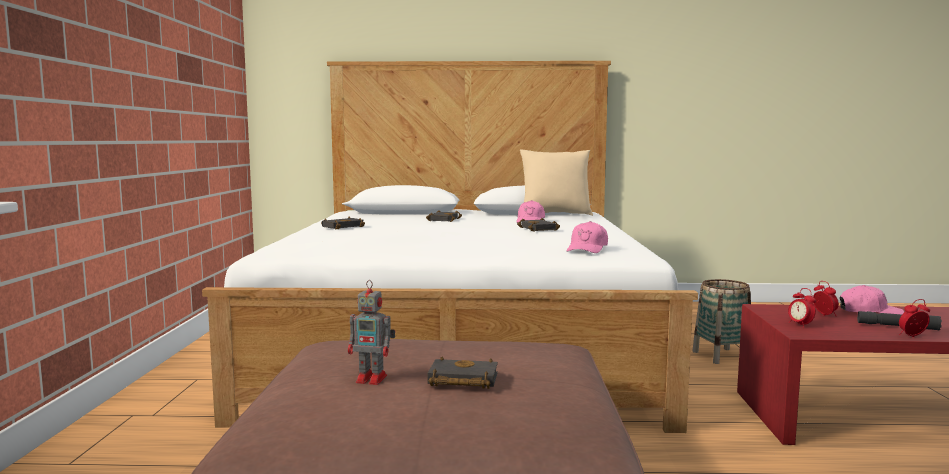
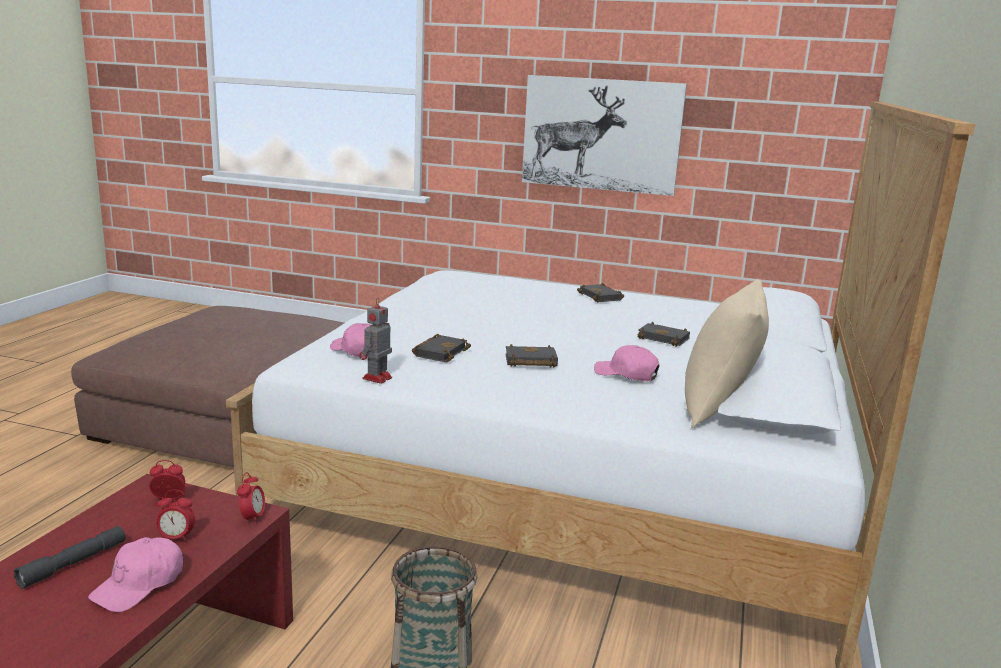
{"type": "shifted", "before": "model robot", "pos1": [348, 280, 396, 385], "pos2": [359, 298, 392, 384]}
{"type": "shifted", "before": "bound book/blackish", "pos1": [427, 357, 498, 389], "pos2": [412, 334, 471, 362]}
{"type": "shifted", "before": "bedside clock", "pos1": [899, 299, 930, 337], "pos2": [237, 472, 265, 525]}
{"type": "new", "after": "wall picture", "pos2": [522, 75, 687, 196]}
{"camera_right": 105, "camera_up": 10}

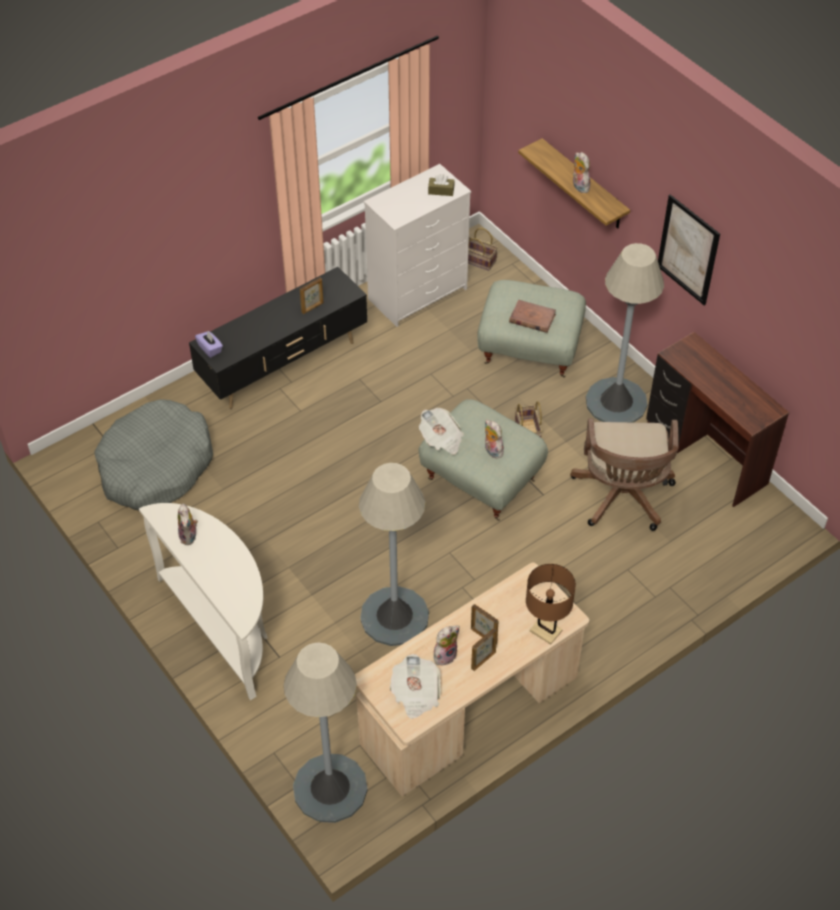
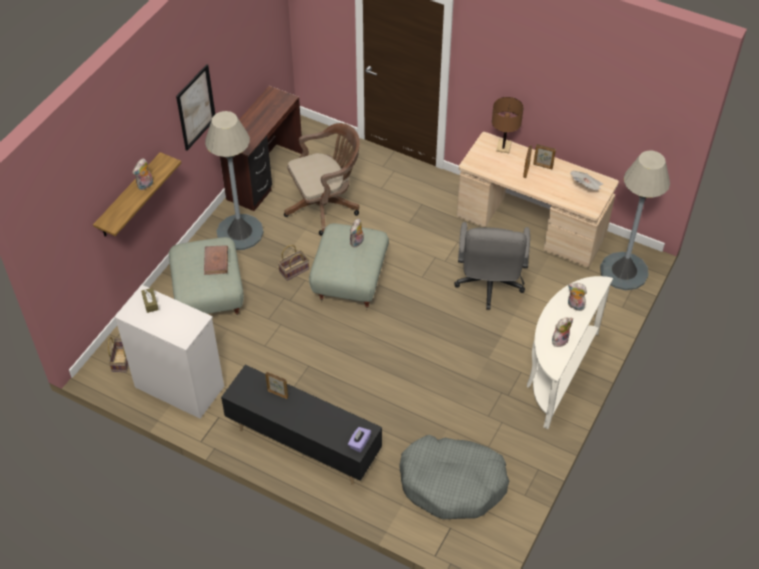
{"type": "swapped", "before": "standing lamp/gray", "after": "office chair/gray", "pos1": [359, 463, 429, 646], "pos2": [454, 222, 530, 310]}
{"type": "gone", "before": "newspaper", "pos1": [419, 408, 464, 455]}
{"type": "shifted", "before": "plush toy", "pos1": [434, 625, 460, 665], "pos2": [568, 283, 587, 311]}
{"camera_right": -115, "camera_up": 0}

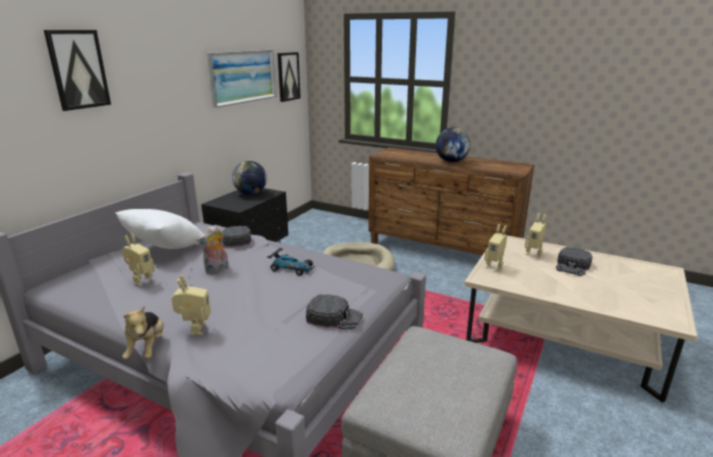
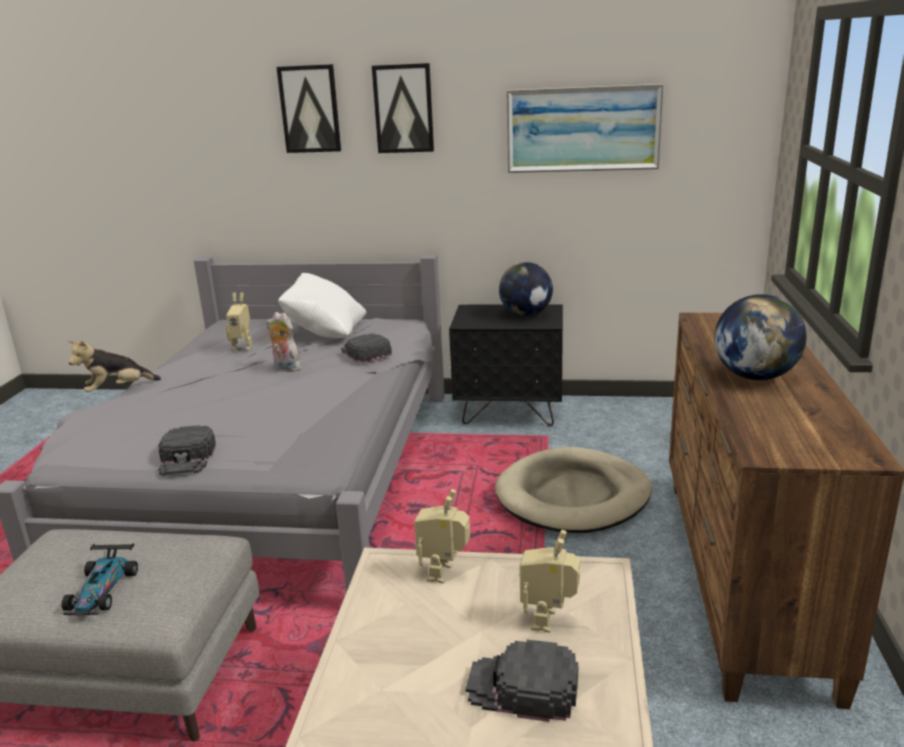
{"type": "gone", "before": "model robot", "pos1": [171, 275, 211, 336]}
{"type": "shifted", "before": "toy car", "pos1": [267, 248, 315, 276], "pos2": [62, 543, 138, 615]}
{"type": "shifted", "before": "wall picture", "pos1": [277, 52, 301, 102], "pos2": [372, 63, 434, 153]}
{"camera_right": 70, "camera_up": 0}

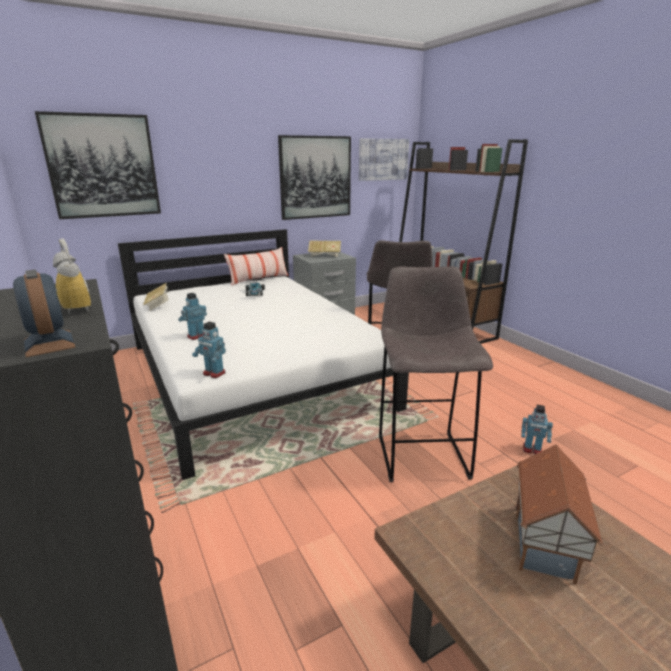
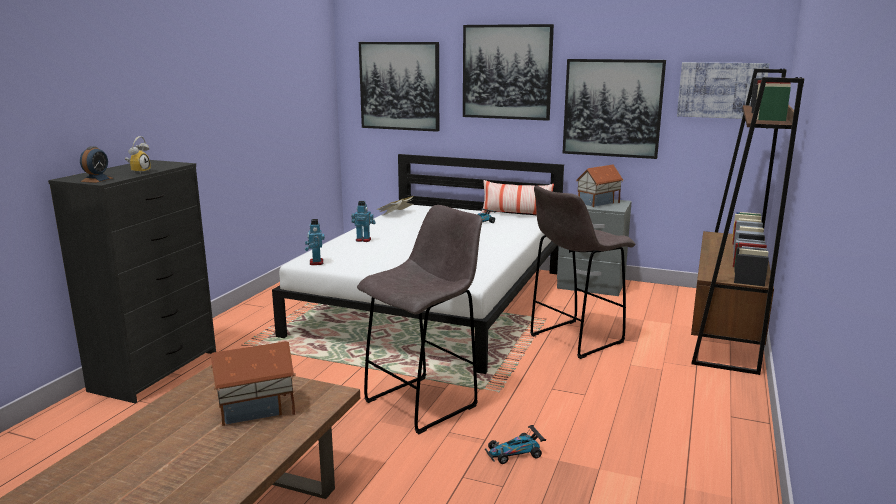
{"type": "swapped", "before": "bound book", "after": "miniature house", "pos1": [308, 240, 341, 257], "pos2": [576, 164, 624, 207]}
{"type": "swapped", "before": "model robot", "after": "toy car", "pos1": [521, 405, 553, 454], "pos2": [485, 425, 546, 464]}
{"type": "new", "after": "wall picture", "pos2": [463, 24, 554, 121]}
{"camera_right": 50, "camera_up": -5}

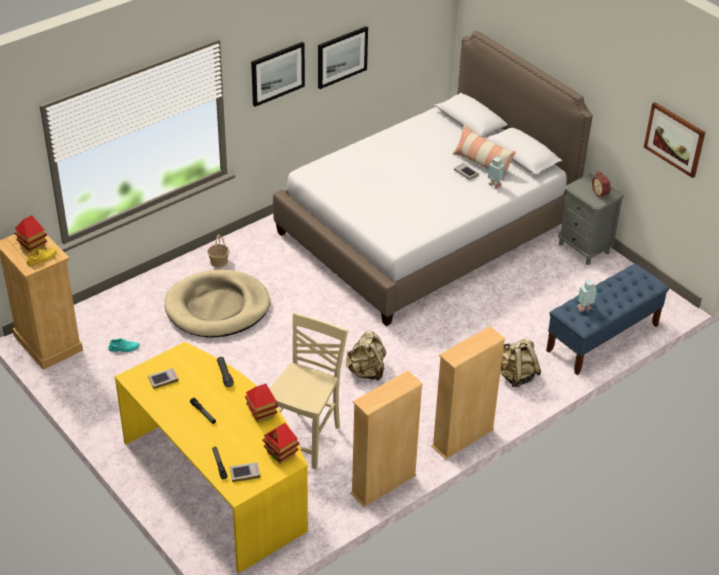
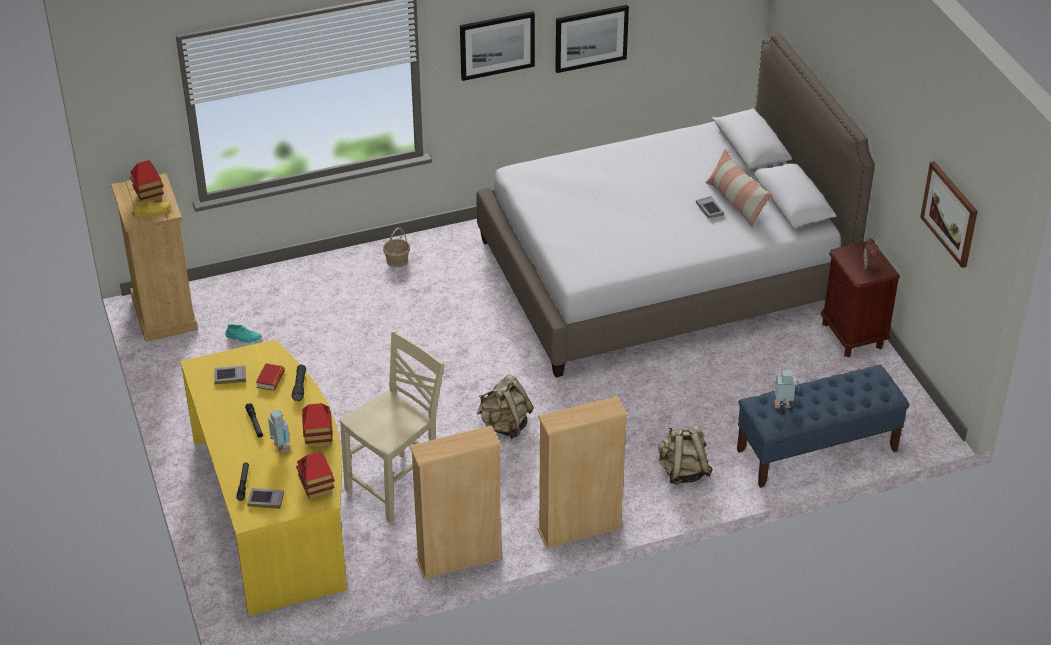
{"type": "gone", "before": "pet bed/beige-coloured", "pos1": [164, 269, 270, 338]}
{"type": "shifted", "before": "model robot", "pos1": [487, 157, 505, 189], "pos2": [268, 409, 291, 454]}
{"type": "repainted", "before": "night table/gray", "after": "night table/brownish", "pos1": [558, 173, 624, 265], "pos2": [821, 241, 900, 357]}
{"type": "new", "after": "bound book", "pos2": [256, 363, 285, 391]}
{"camera_right": 20, "camera_up": 0}

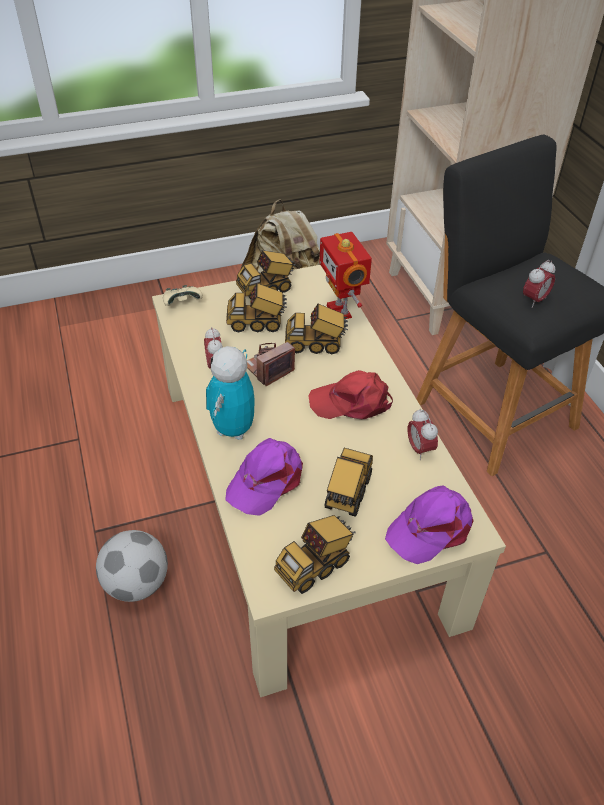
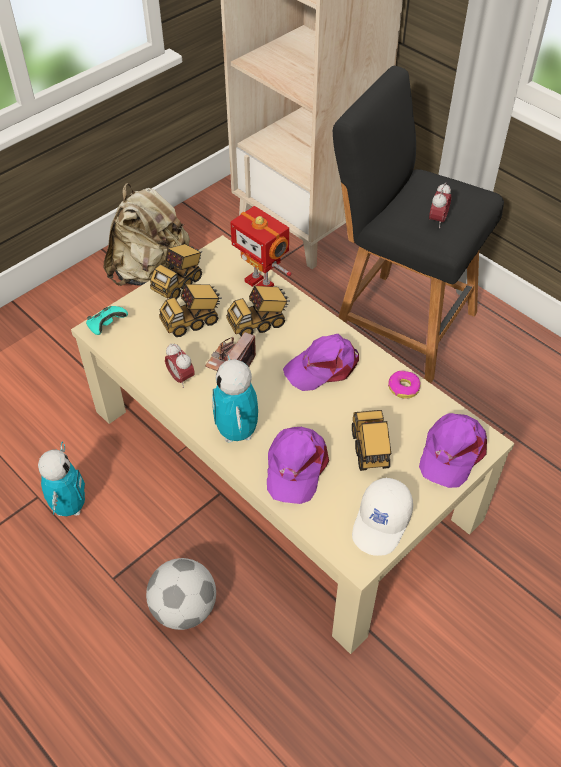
{"type": "repainted", "before": "joypad/beige-coloured", "after": "joypad/turquoise", "pos1": [163, 285, 203, 306], "pos2": [86, 306, 128, 335]}
{"type": "swapped", "before": "toy truck", "after": "cap/white-coloured", "pos1": [274, 515, 355, 594], "pos2": [352, 478, 413, 556]}
{"type": "repainted", "before": "cap/red", "after": "cap/purple", "pos1": [308, 370, 393, 419], "pos2": [283, 334, 359, 391]}
{"type": "swapped", "before": "bedside clock", "after": "doughnut", "pos1": [407, 409, 438, 460], "pos2": [388, 371, 421, 399]}
{"type": "new", "after": "model robot", "pos2": [38, 442, 85, 516]}
{"camera_right": -25, "camera_up": 5}

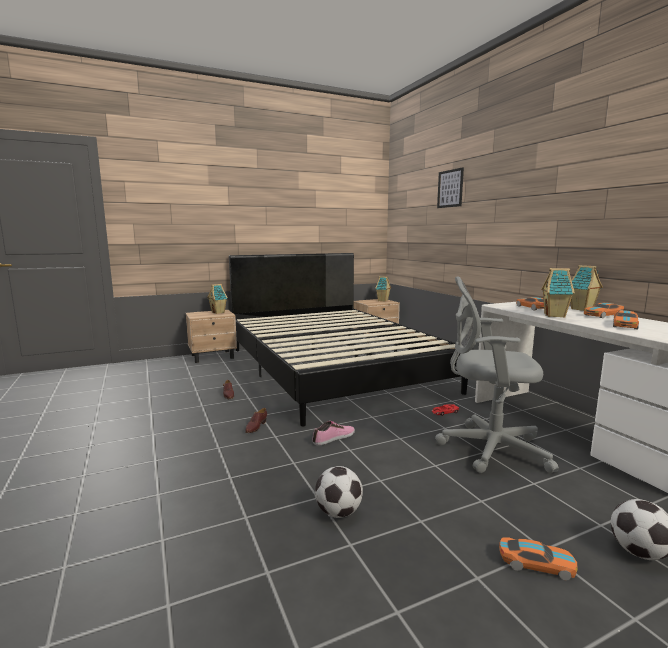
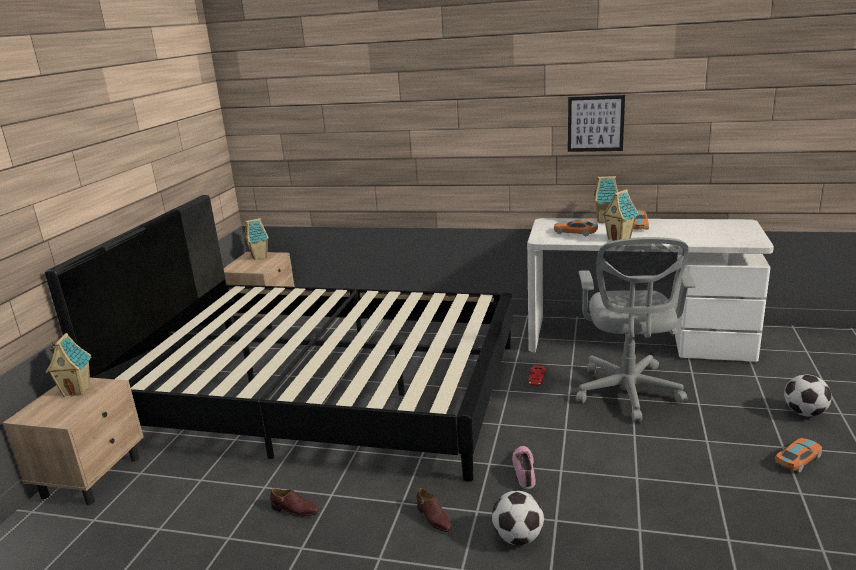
{"type": "shifted", "before": "football ball", "pos1": [315, 466, 363, 518], "pos2": [492, 491, 544, 545]}
{"type": "rotated", "before": "office chair/gray", "pos1": [436, 276, 559, 473], "pos2": [576, 237, 696, 422], "turn": -45}
{"type": "shifted", "before": "wall picture", "pos1": [437, 167, 464, 208], "pos2": [568, 95, 625, 152]}
{"type": "gone", "before": "toy car", "pos1": [613, 310, 639, 329]}
{"camera_right": -50, "camera_up": 10}

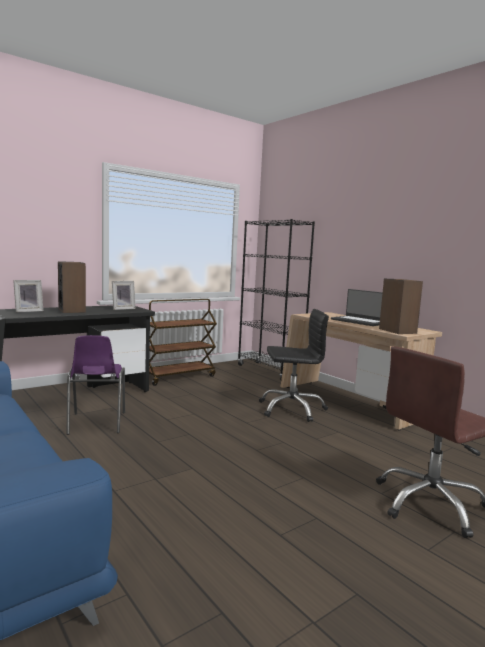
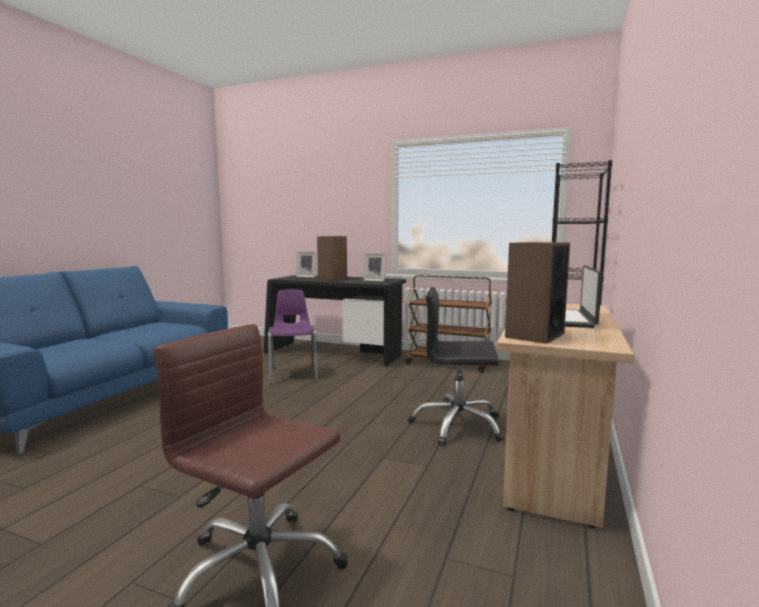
{"type": "rotated", "before": "chair/purple", "pos1": [66, 335, 125, 435], "pos2": [268, 289, 318, 384], "turn": 120}
{"type": "rotated", "before": "office chair/blackish", "pos1": [259, 309, 329, 422], "pos2": [408, 287, 504, 446], "turn": 135}
{"camera_right": 60, "camera_up": 0}

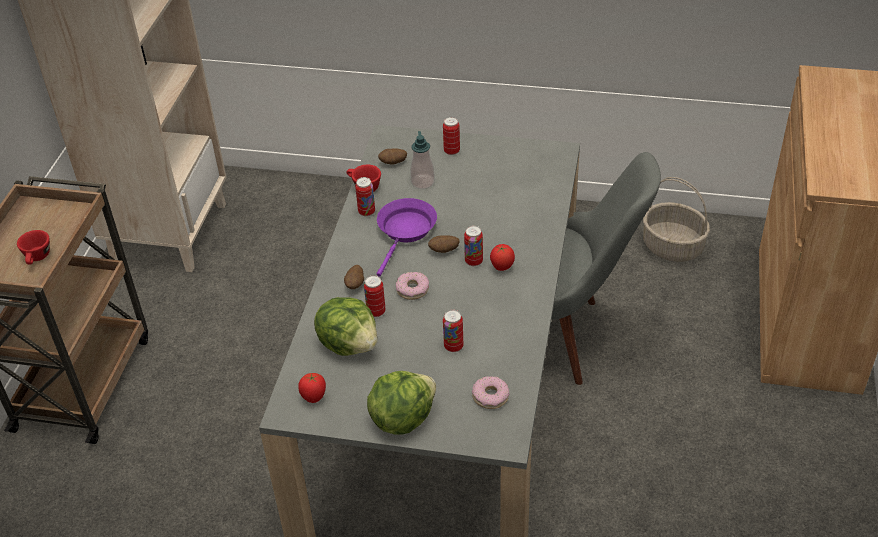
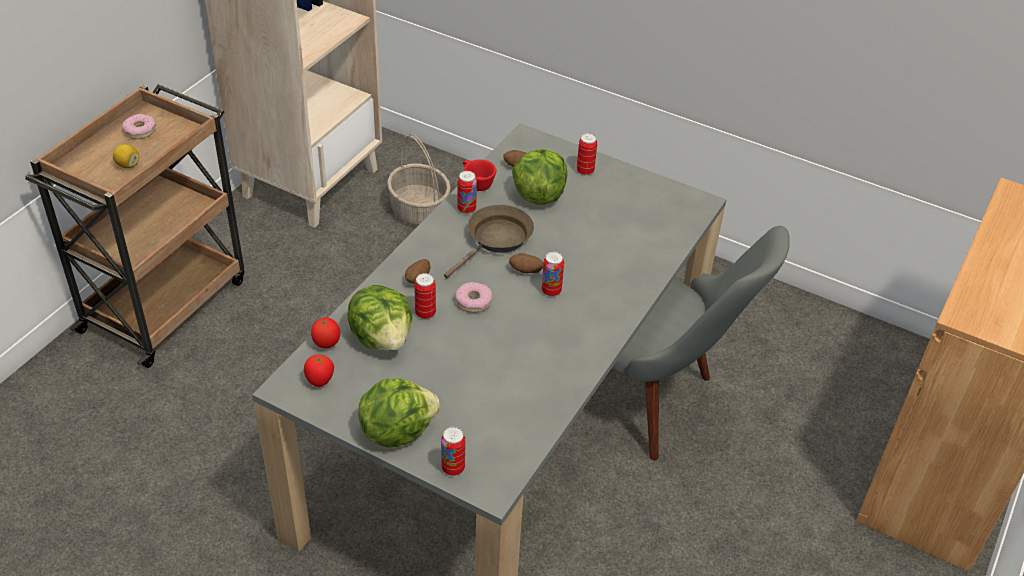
{"type": "swapped", "before": "cup/red", "after": "citrus fruit", "pos1": [17, 230, 50, 265], "pos2": [113, 144, 139, 168]}
{"type": "repainted", "before": "frying pan/purple", "after": "frying pan/brownish", "pos1": [377, 198, 437, 276], "pos2": [444, 205, 534, 278]}
{"type": "swapped", "before": "liquid soap bottle", "after": "head of lettuce", "pos1": [410, 131, 435, 189], "pos2": [512, 149, 567, 205]}
{"type": "shifted", "before": "can", "pos1": [443, 310, 463, 352], "pos2": [441, 427, 465, 476]}
{"type": "shifted", "before": "doughnut", "pos1": [472, 376, 510, 409], "pos2": [122, 114, 156, 139]}
{"type": "shifted", "before": "fresh tomato", "pos1": [490, 244, 515, 271], "pos2": [311, 318, 340, 348]}
{"type": "shifted", "before": "storage basket", "pos1": [643, 177, 710, 262], "pos2": [387, 134, 451, 226]}
{"camera_right": 15, "camera_up": 0}

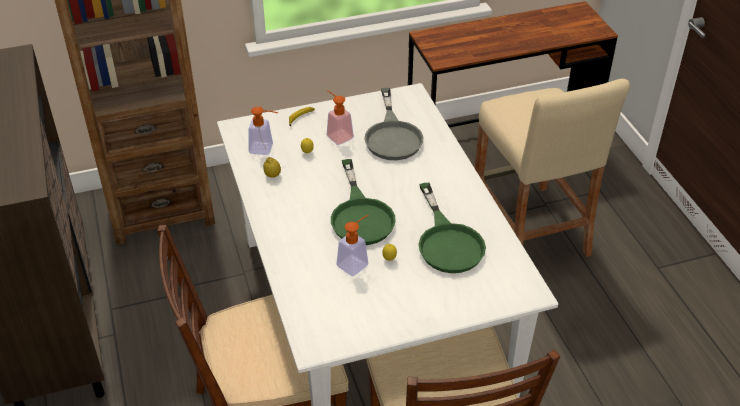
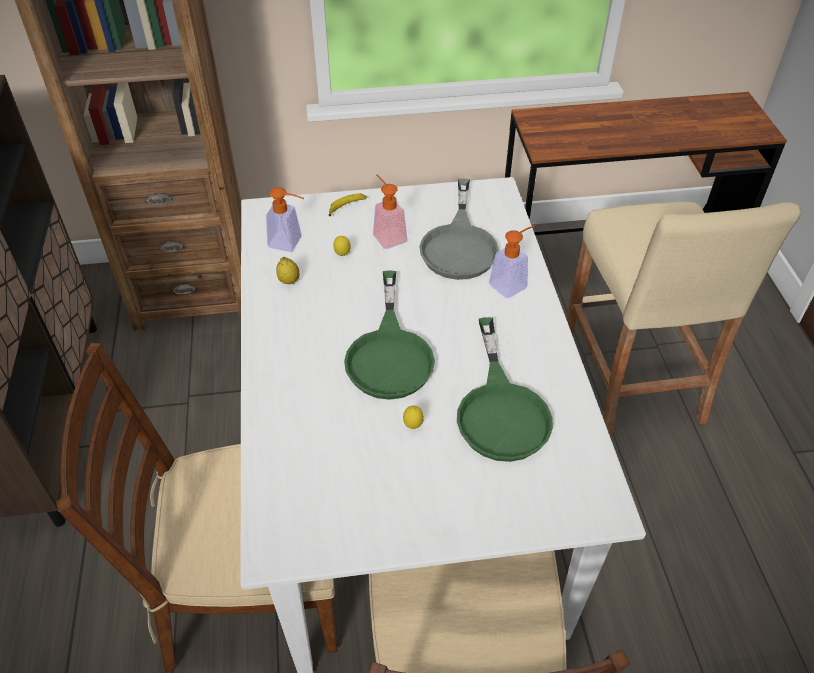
{"type": "shifted", "before": "liquid soap bottle", "pos1": [336, 215, 369, 276], "pos2": [489, 225, 536, 298]}
{"camera_right": 10, "camera_up": 5}

